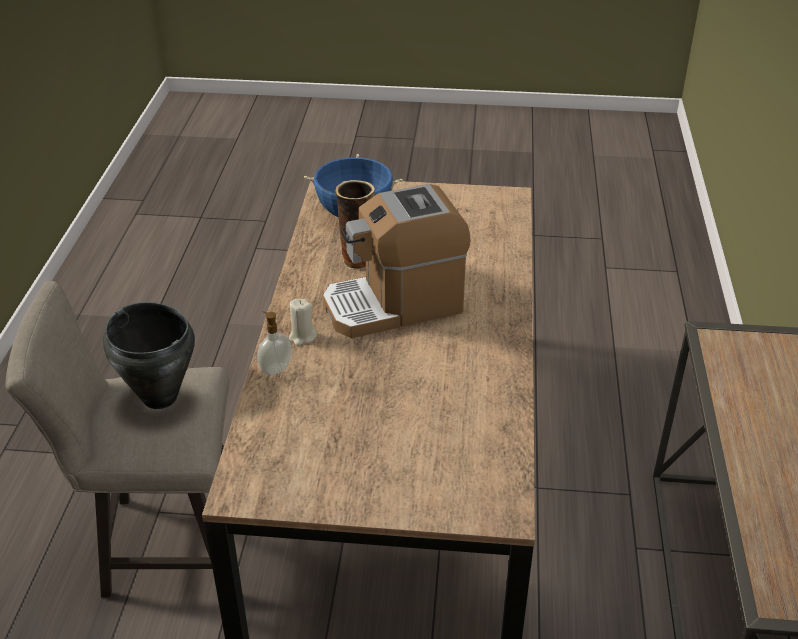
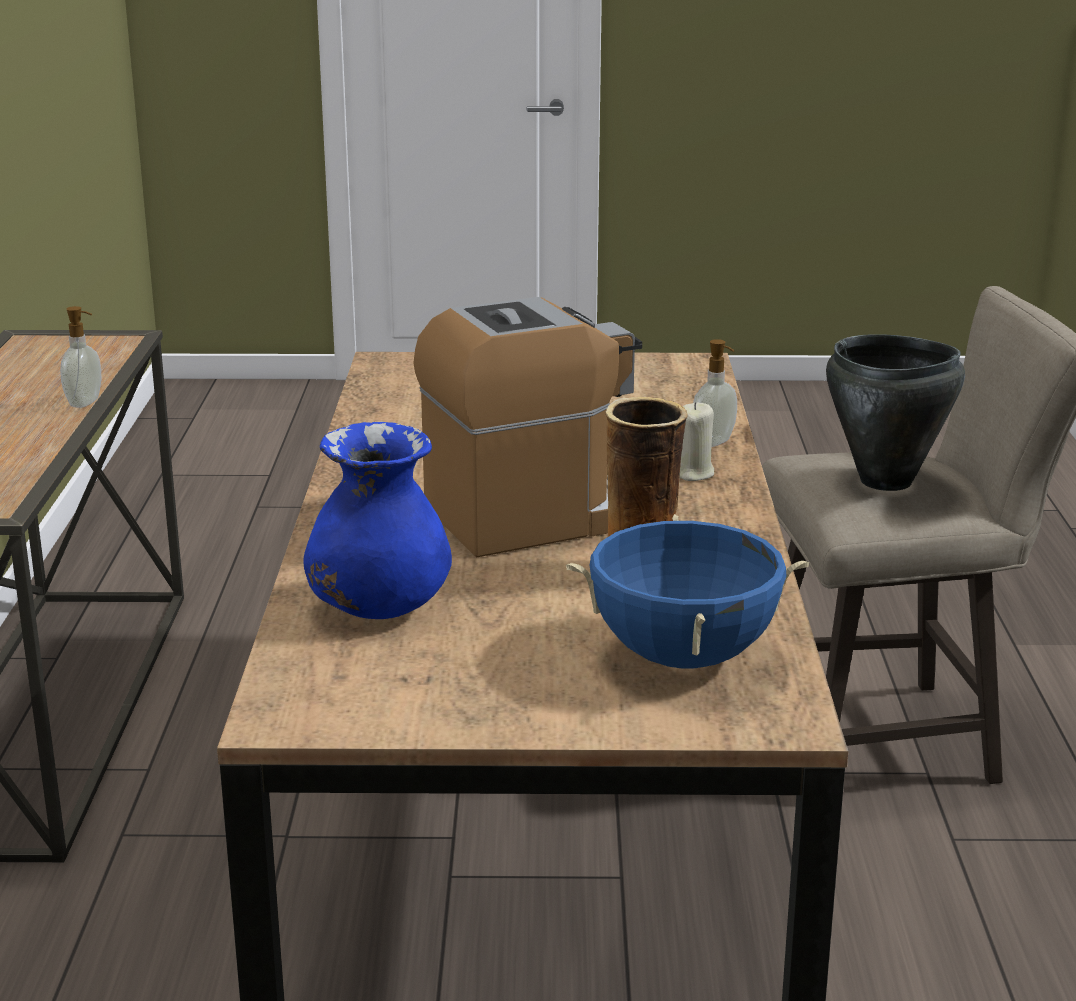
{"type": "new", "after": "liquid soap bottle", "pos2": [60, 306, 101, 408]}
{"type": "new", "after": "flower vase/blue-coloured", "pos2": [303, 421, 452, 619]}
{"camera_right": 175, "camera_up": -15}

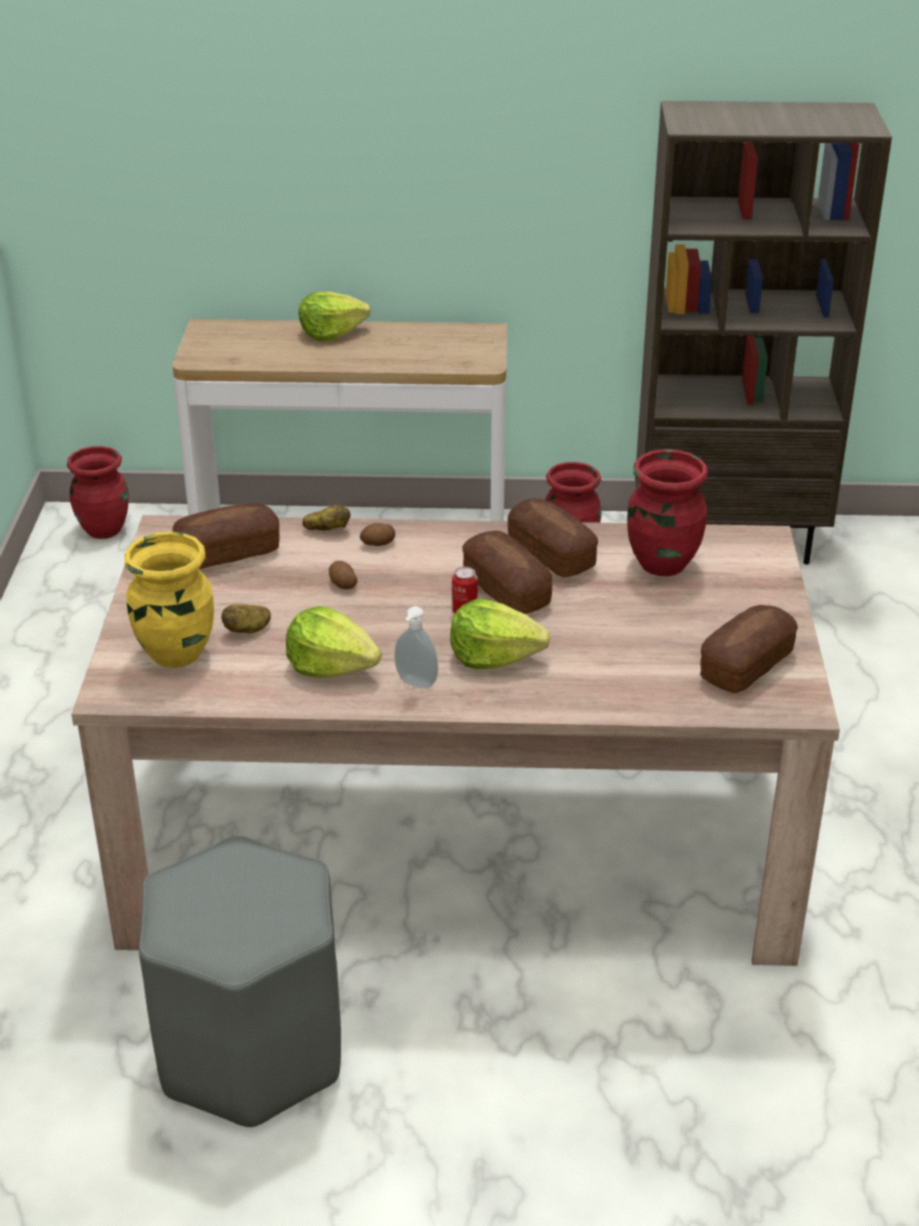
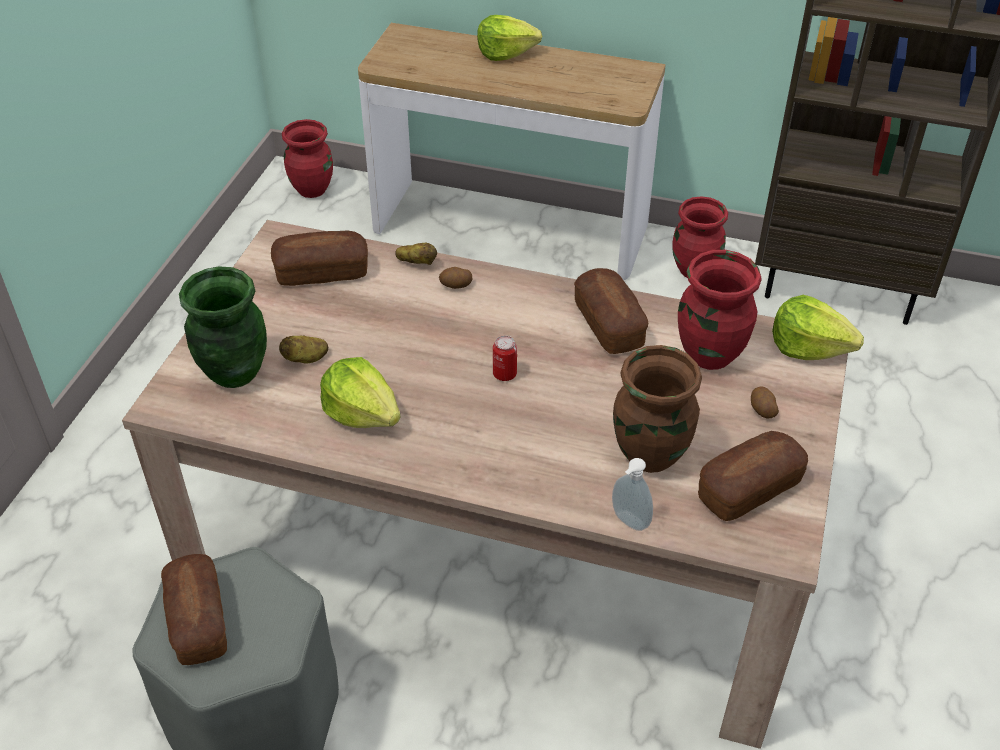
{"type": "repainted", "before": "flower vase/yellowish", "after": "flower vase/greenish", "pos1": [125, 531, 214, 668], "pos2": [179, 266, 267, 388]}
{"type": "shifted", "before": "spud", "pos1": [329, 561, 357, 589], "pos2": [751, 386, 779, 418]}
{"type": "shifted", "before": "liquid soap bottle", "pos1": [394, 606, 438, 689], "pos2": [612, 458, 653, 531]}
{"type": "shifted", "before": "head of lettuce", "pos1": [450, 599, 550, 669], "pos2": [772, 295, 864, 360]}
{"type": "shifted", "before": "bakery bread", "pos1": [462, 531, 553, 614], "pos2": [161, 554, 227, 665]}
{"type": "new", "after": "flower vase/brownish", "pos2": [613, 345, 702, 473]}
{"camera_right": 15, "camera_up": 10}

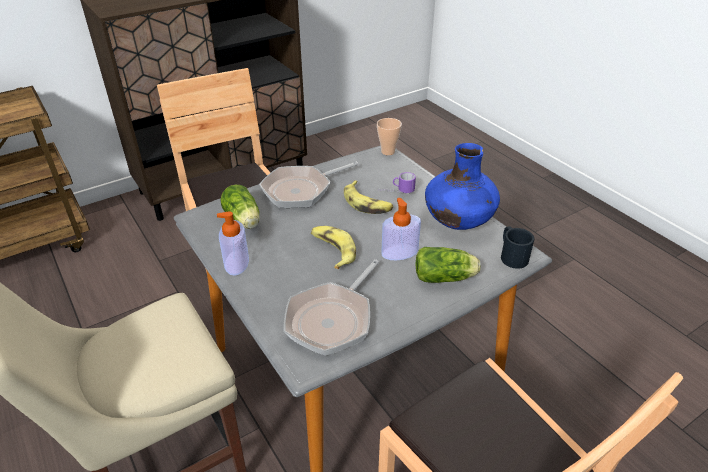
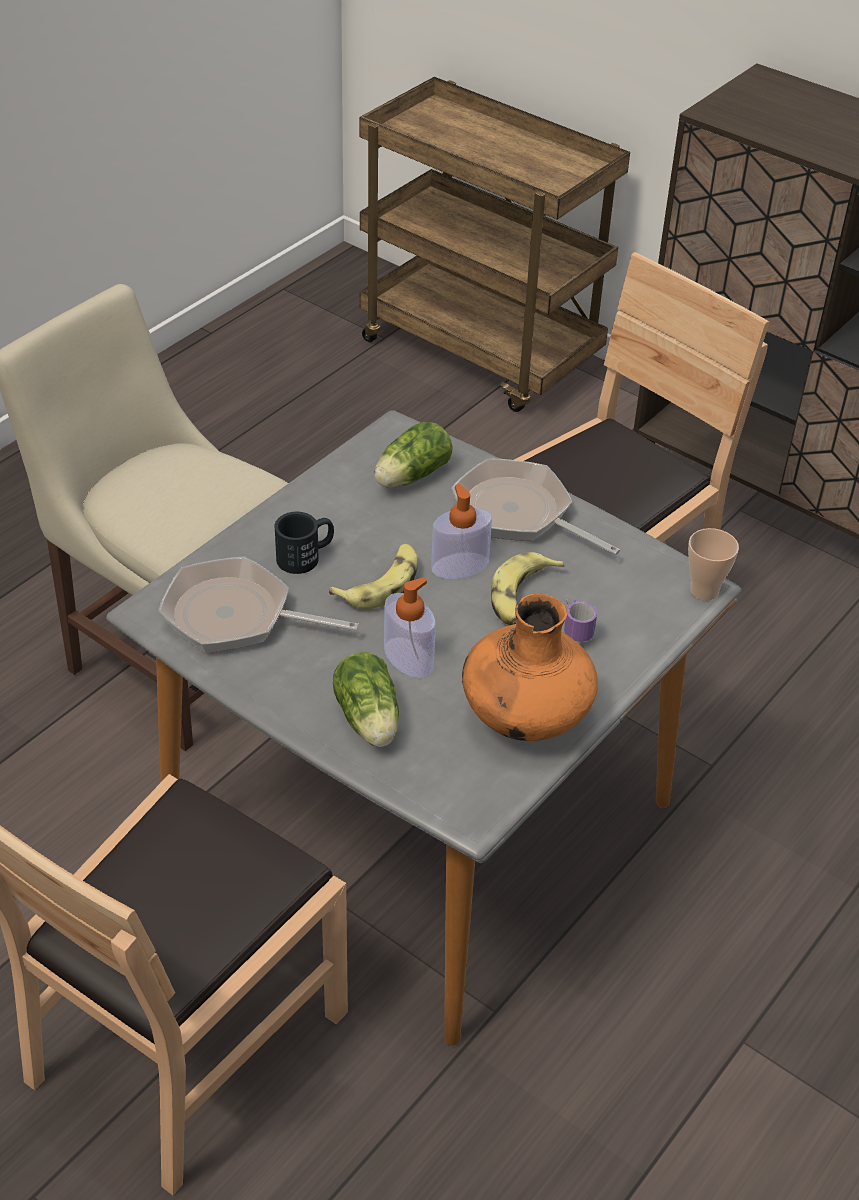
{"type": "shifted", "before": "liquid soap bottle", "pos1": [217, 211, 249, 276], "pos2": [431, 484, 492, 579]}
{"type": "repainted", "before": "flower vase/blue-coloured", "after": "flower vase/orange-coloured", "pos1": [425, 143, 500, 230], "pos2": [462, 593, 598, 741]}
{"type": "shifted", "before": "mug/blackish", "pos1": [501, 226, 534, 269], "pos2": [274, 512, 334, 574]}
{"camera_right": 70, "camera_up": 5}

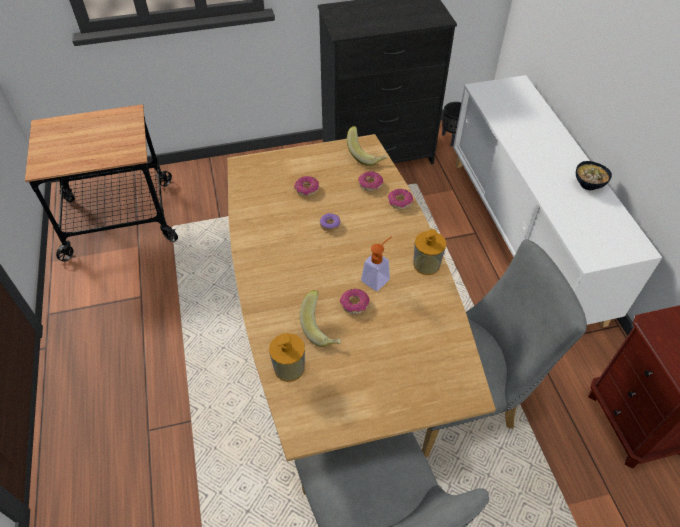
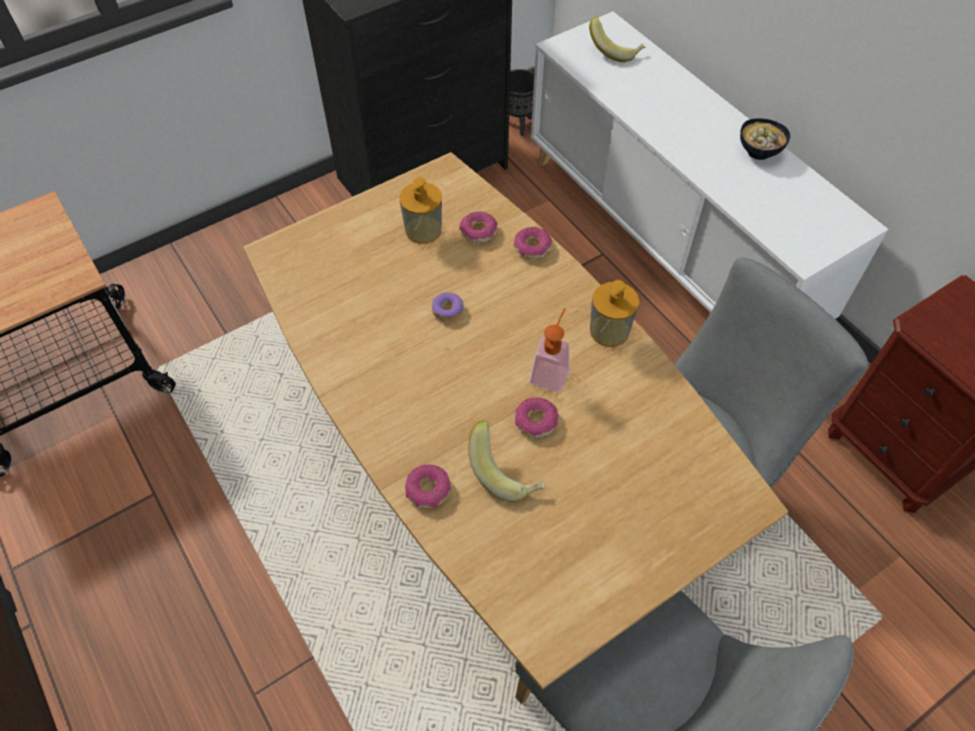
{"type": "shifted", "before": "liquid soap bottle", "pos1": [269, 333, 305, 382], "pos2": [400, 177, 442, 244]}
{"type": "shifted", "before": "doughnut", "pos1": [294, 176, 319, 196], "pos2": [405, 464, 451, 508]}
{"type": "shifted", "before": "banana fruit", "pos1": [347, 126, 387, 166], "pos2": [589, 16, 646, 62]}
{"camera_right": -20, "camera_up": 5}

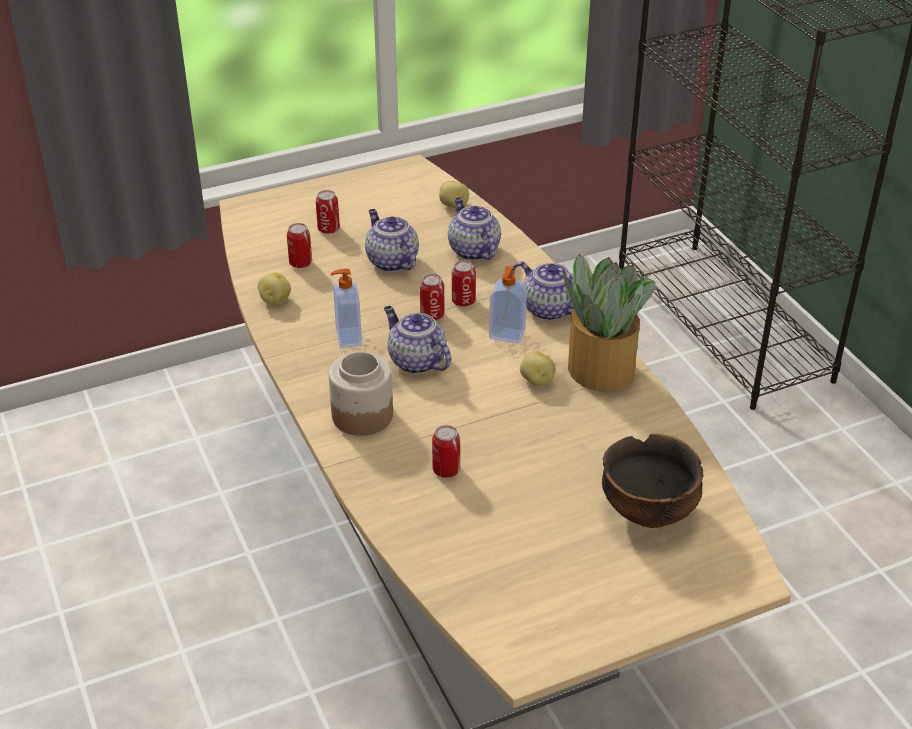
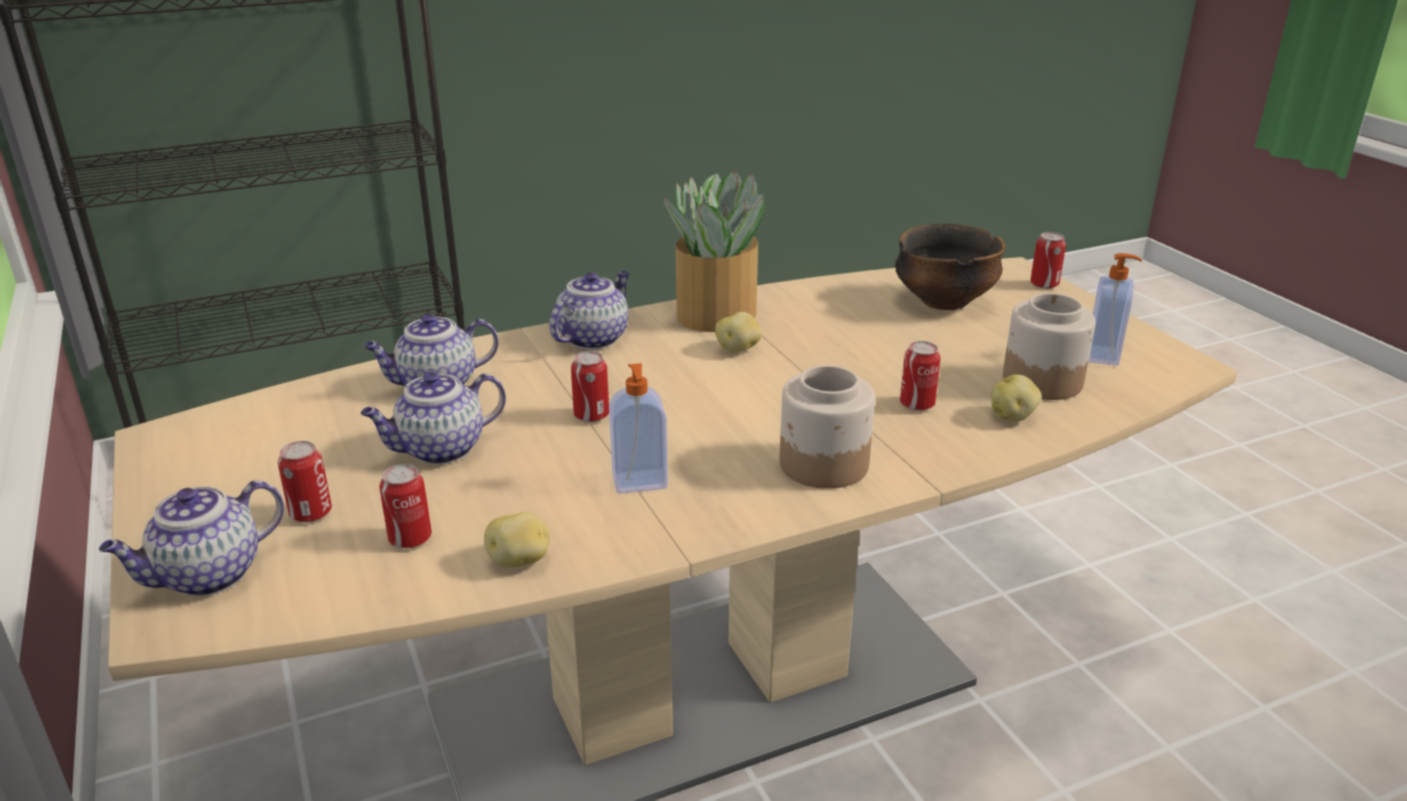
{"type": "shifted", "before": "pot for tea", "pos1": [384, 306, 451, 374], "pos2": [99, 480, 284, 596]}
{"type": "shifted", "before": "spud", "pos1": [439, 181, 469, 208], "pos2": [991, 375, 1042, 422]}
{"type": "shifted", "before": "can", "pos1": [452, 260, 476, 307], "pos2": [1030, 232, 1066, 289]}
{"type": "shifted", "before": "liquid soap bottle", "pos1": [489, 266, 527, 344], "pos2": [1088, 253, 1142, 366]}
{"type": "new", "after": "storage jar", "pos2": [1003, 293, 1096, 400]}
{"camera_right": -90, "camera_up": -10}

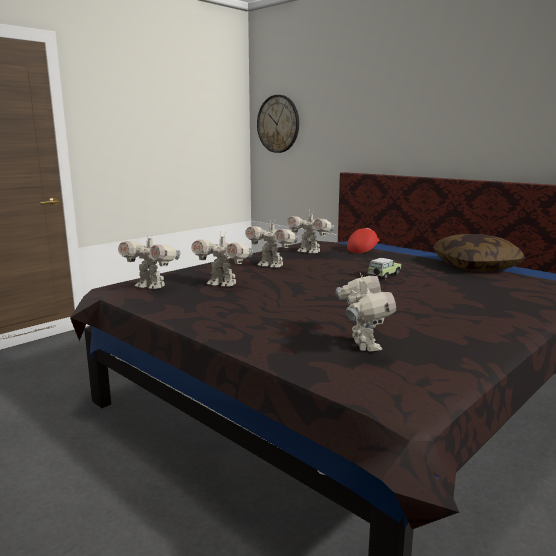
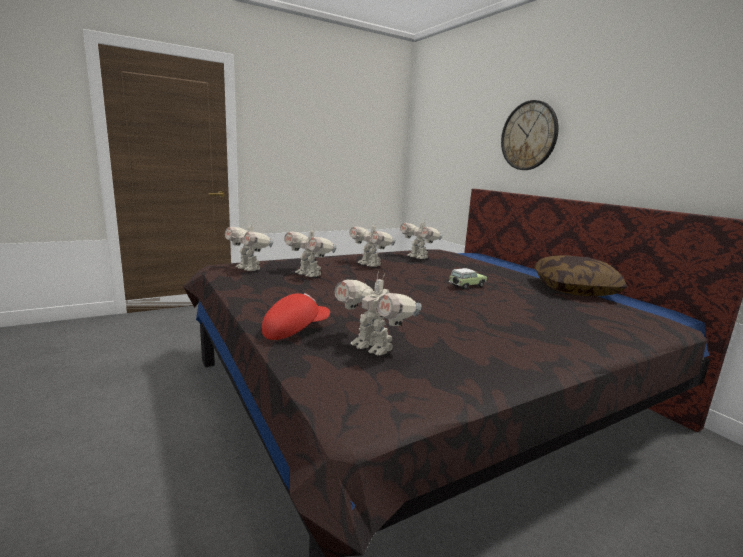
{"type": "shifted", "before": "clock on the wall", "pos1": [257, 95, 299, 153], "pos2": [501, 100, 559, 170]}
{"type": "rotated", "before": "model robot", "pos1": [336, 273, 396, 351], "pos2": [334, 271, 422, 355], "turn": 120}
{"type": "shifted", "before": "cap/red", "pos1": [347, 228, 379, 253], "pos2": [262, 293, 330, 340]}
{"camera_right": 15, "camera_up": 0}

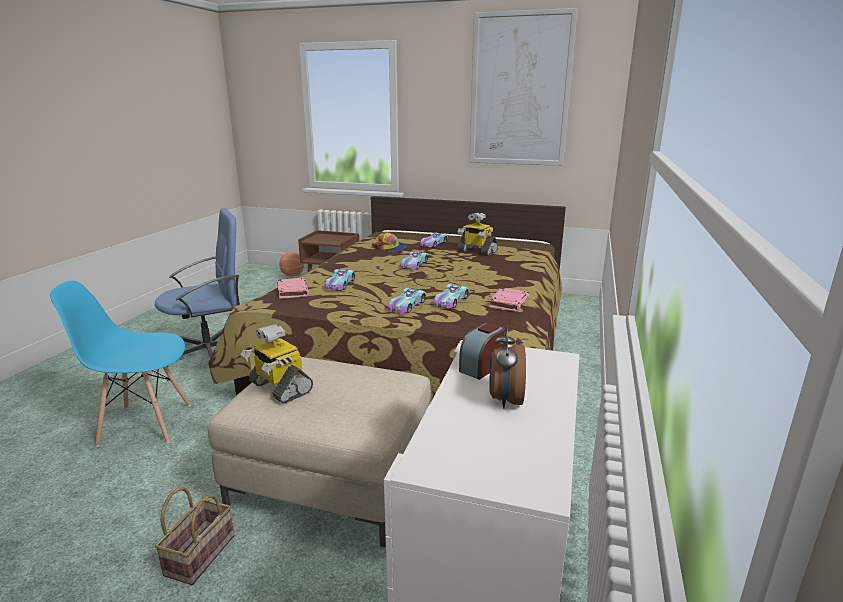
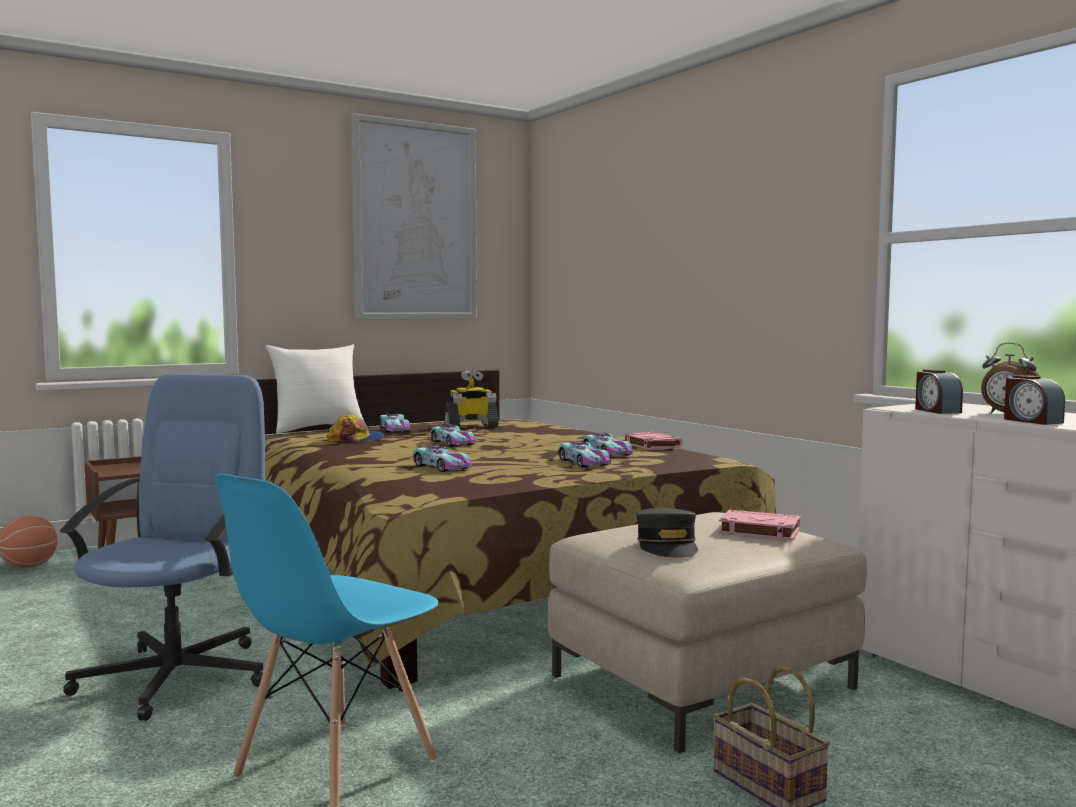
{"type": "swapped", "before": "model robot", "after": "cap/gray", "pos1": [240, 324, 313, 404], "pos2": [636, 508, 698, 558]}
{"type": "shifted", "before": "bound book/pink-coloured", "pos1": [277, 278, 309, 299], "pos2": [718, 510, 801, 540]}
{"type": "new", "after": "cushion/white-coloured", "pos2": [265, 344, 366, 433]}
{"type": "new", "after": "bedside clock", "pos2": [1004, 375, 1065, 425]}
{"camera_right": -50, "camera_up": -15}

